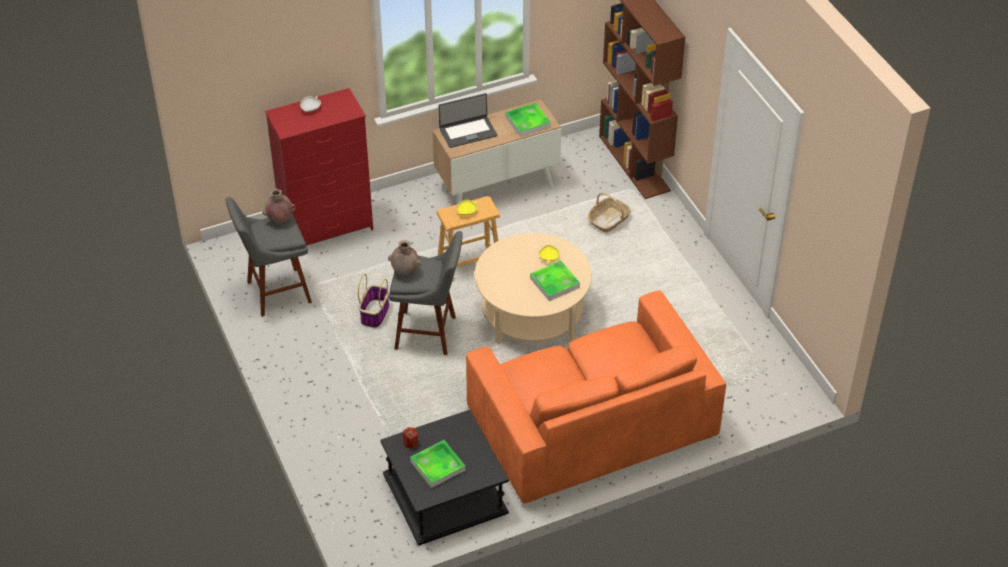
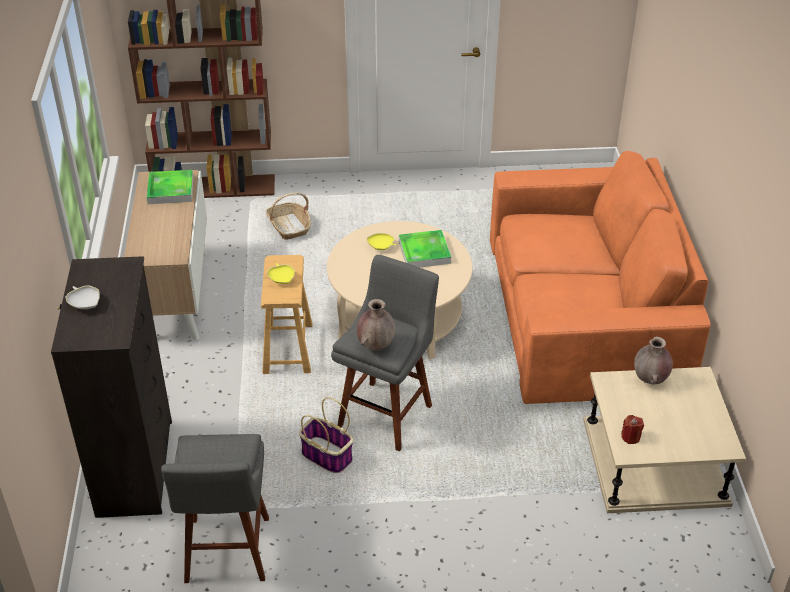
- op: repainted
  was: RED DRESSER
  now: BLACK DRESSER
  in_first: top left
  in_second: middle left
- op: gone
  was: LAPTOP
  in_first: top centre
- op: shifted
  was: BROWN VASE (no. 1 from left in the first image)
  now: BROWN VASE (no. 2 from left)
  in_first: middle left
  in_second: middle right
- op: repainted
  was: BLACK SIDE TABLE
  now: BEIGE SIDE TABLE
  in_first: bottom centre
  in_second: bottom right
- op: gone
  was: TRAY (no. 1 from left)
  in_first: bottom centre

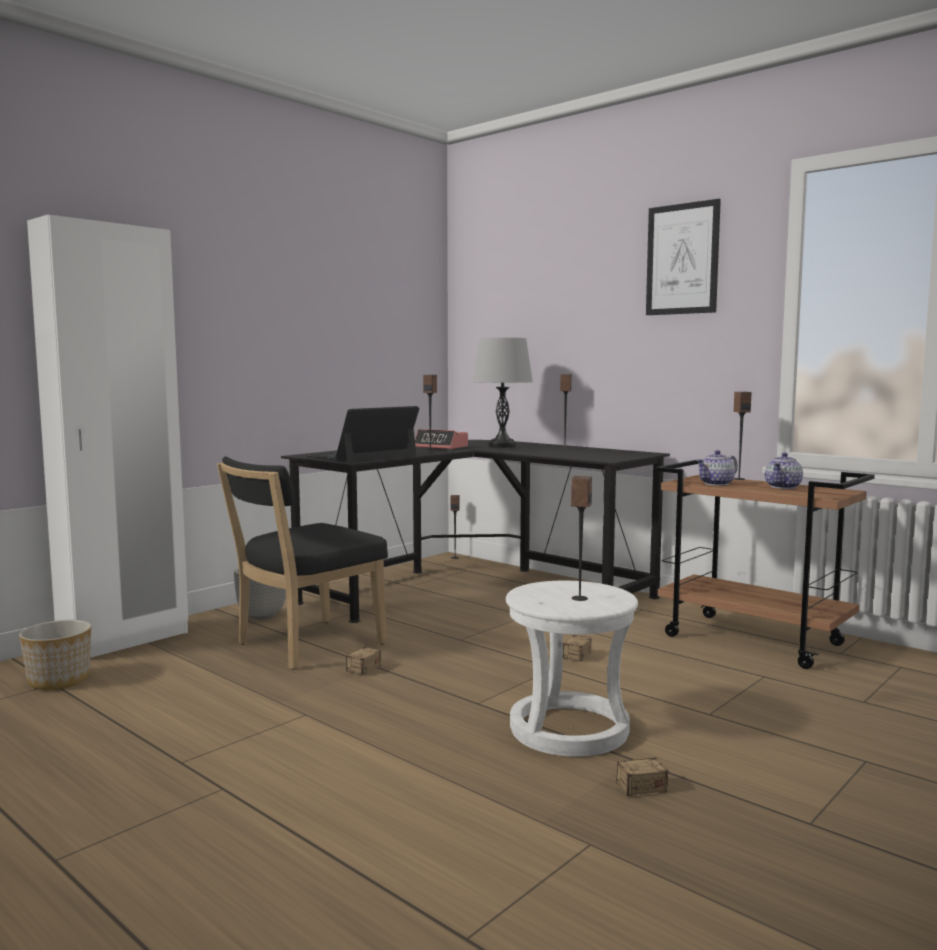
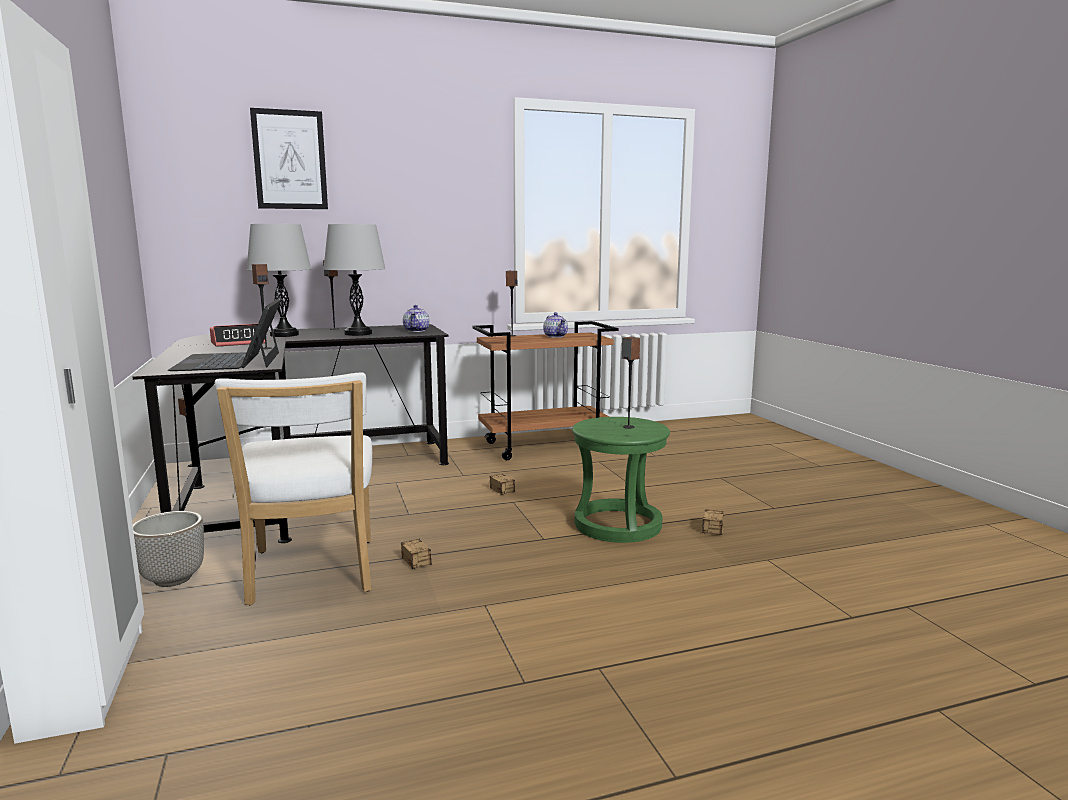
- op: shifted
  was: PICTURE
  in_first: top right
  in_second: top left
- op: shifted
  was: TEAPOT (no. 1 from left)
  in_first: middle right
  in_second: centre
- op: repainted
  was: BLACK CHAIR
  now: WHITE CHAIR
  in_first: middle left
  in_second: middle left
- op: repainted
  was: WHITE STOOL
  now: GREEN STOOL
  in_first: bottom centre
  in_second: centre
- op: gone
  was: PLANTER (no. 1 from left)
  in_first: bottom left
- op: new
  now: GREY TABLE LAMP (no. 2 from left)
  in_second: middle left

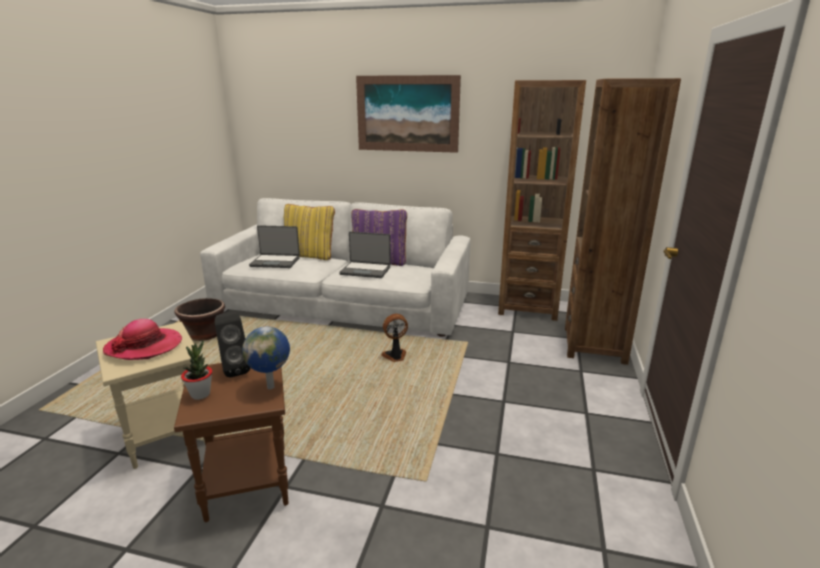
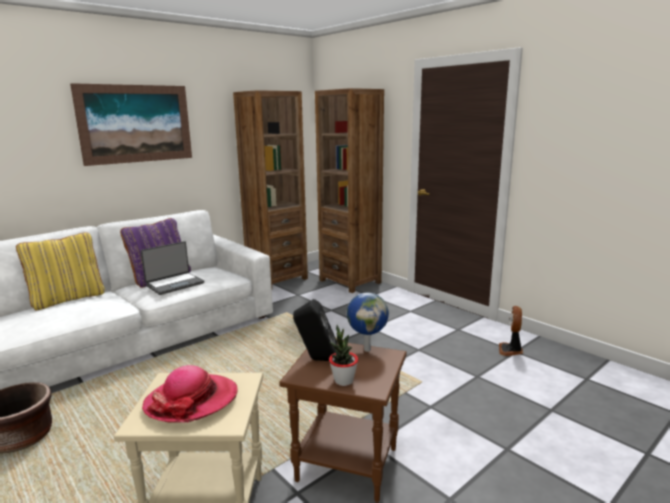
- op: gone
  was: LAPTOP (no. 1 from left)
  in_first: centre
- op: shifted
  was: FAN
  in_first: centre
  in_second: middle right

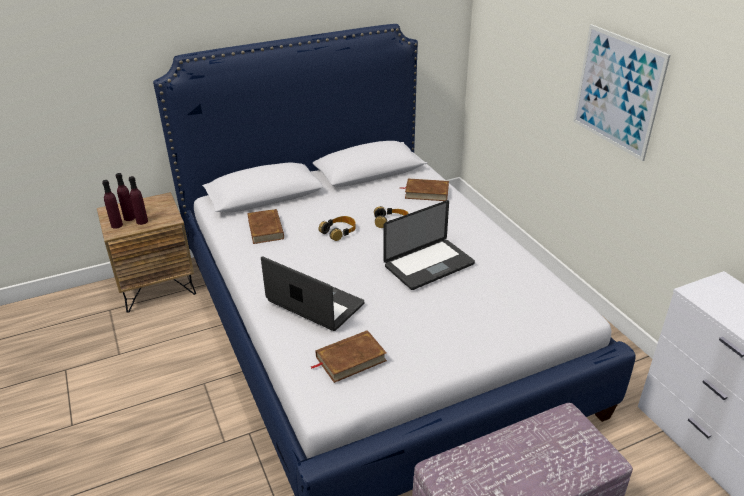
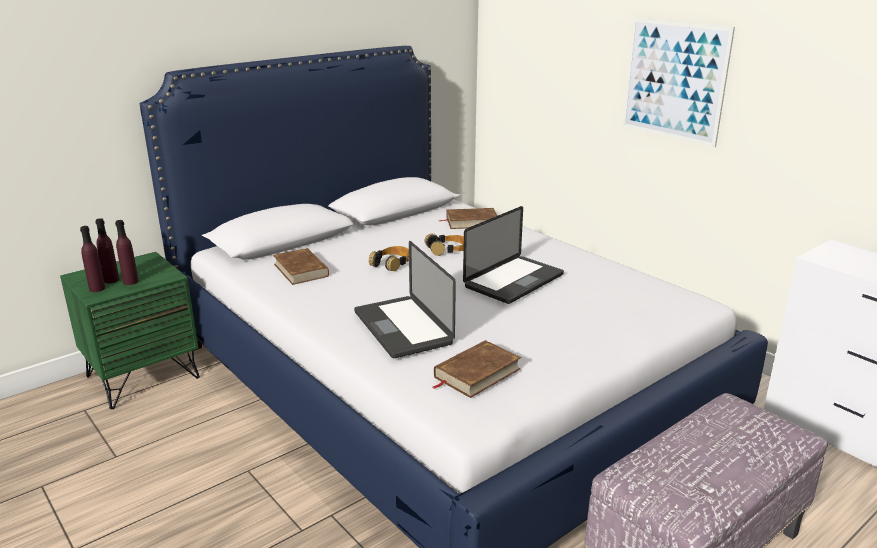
- op: repainted
  was: BROWN NIGHTSTAND
  now: GREEN NIGHTSTAND
  in_first: middle left
  in_second: middle left
- op: rotated
  was: LAPTOP (no. 1 from left)
  in_first: centre
  in_second: centre
  clockwise: -135

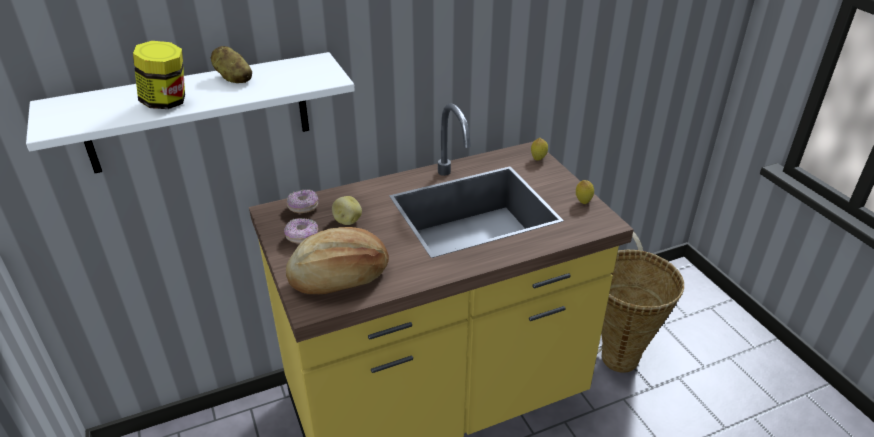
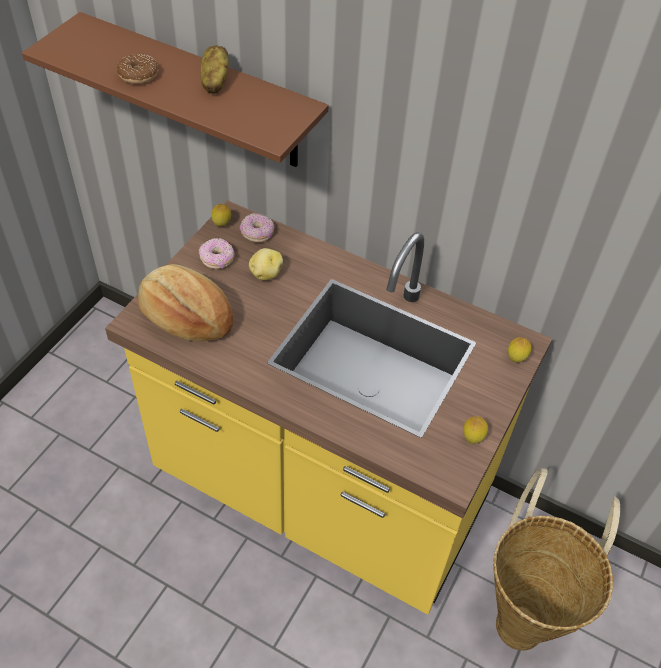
- op: swapped
  was: JAR
  now: DONUT (no. 1 from left)
  in_first: top left
  in_second: top left
- op: repainted
  was: WHITE SHELF
  now: BROWN SHELF
  in_first: top left
  in_second: top left
- op: new
  now: LEMON (no. 1 from left)
  in_second: top centre

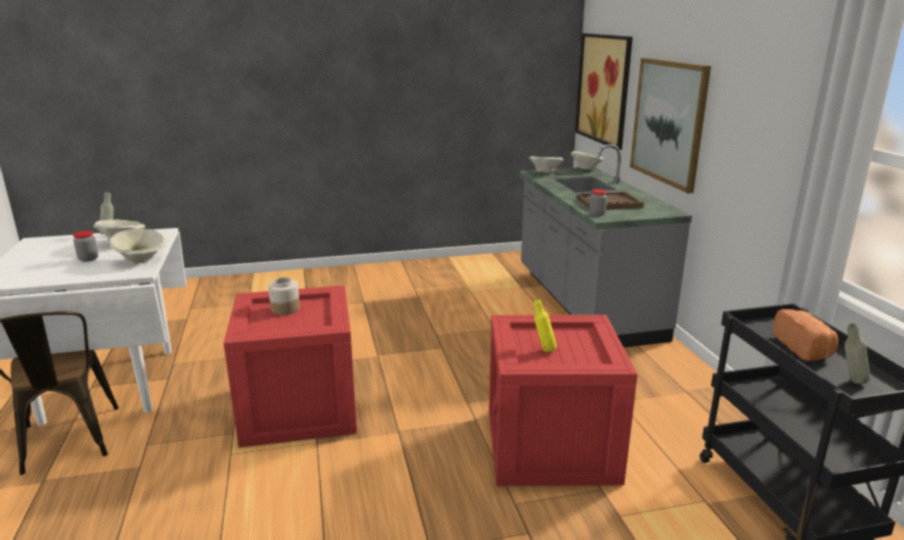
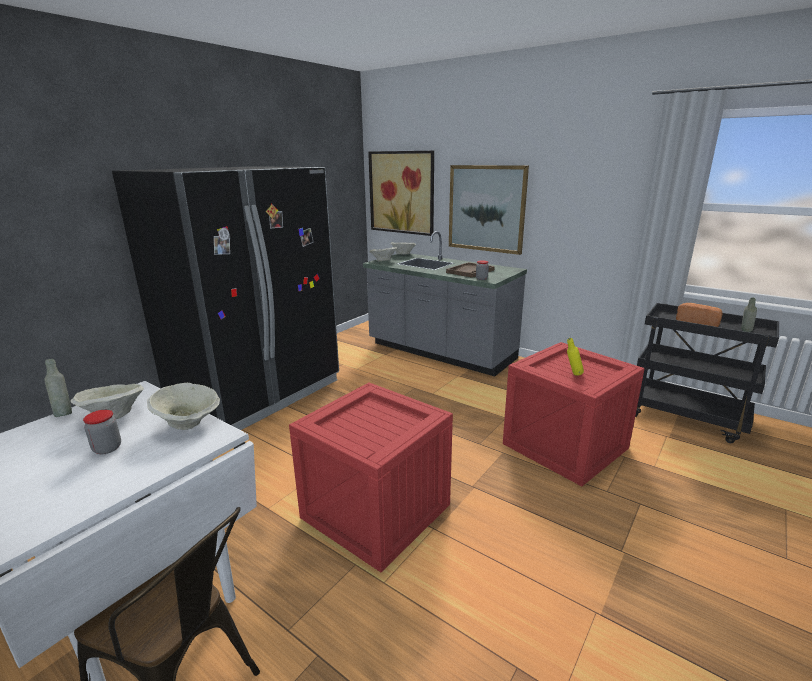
- op: gone
  was: JAR (no. 2 from left)
  in_first: middle left
- op: new
  now: BLACK FRIDGE
  in_second: middle left

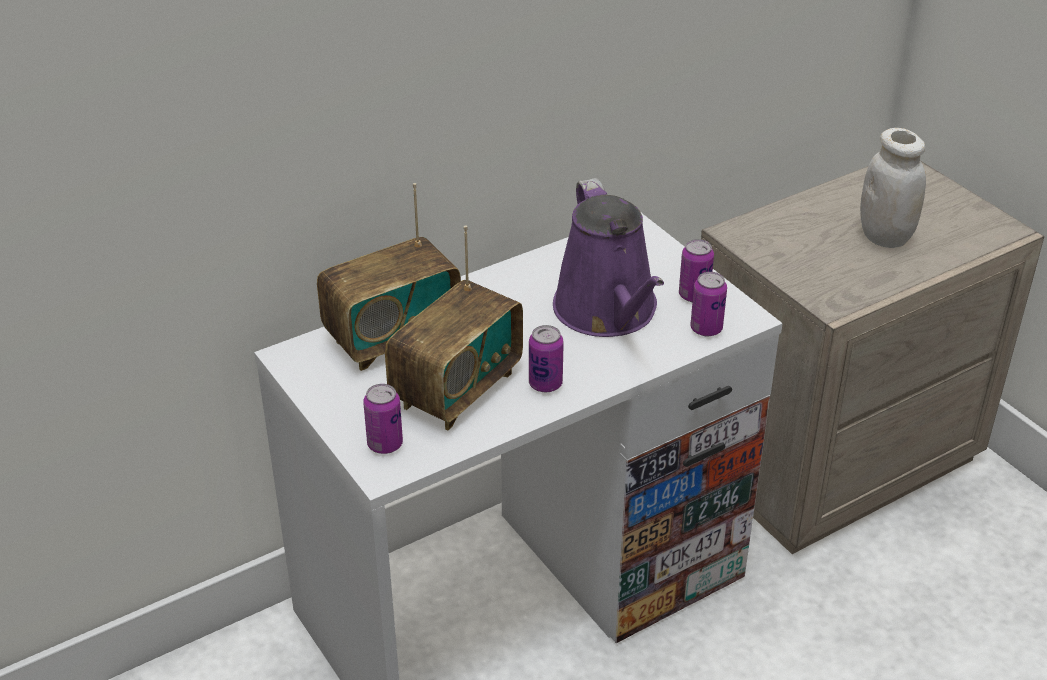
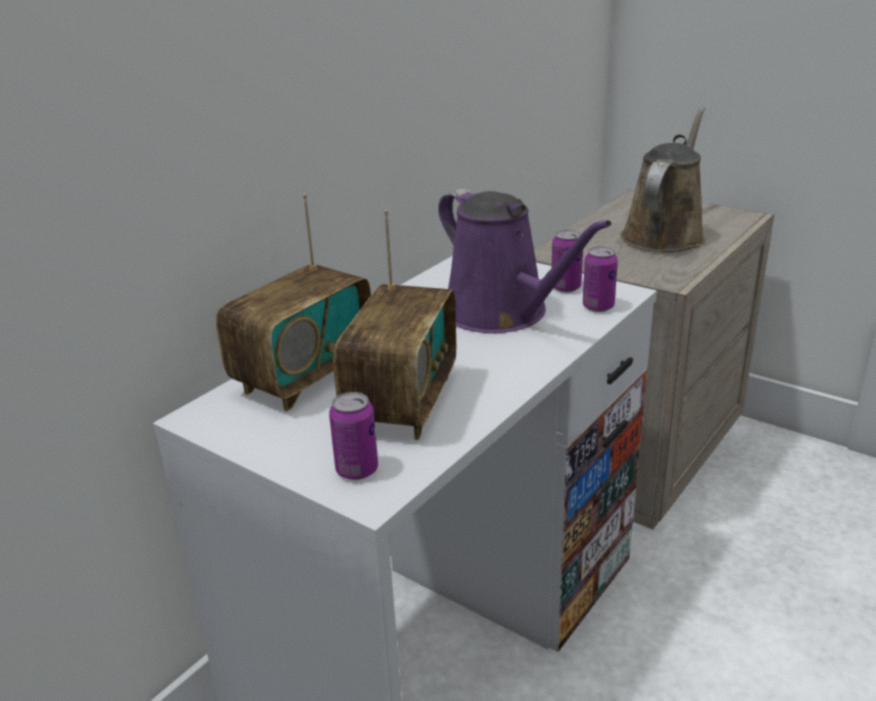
- op: swapped
  was: WHITE JAR
  now: BROWN WATERING CAN
  in_first: top right
  in_second: top right
- op: gone
  was: CAN (no. 2 from left)
  in_first: centre

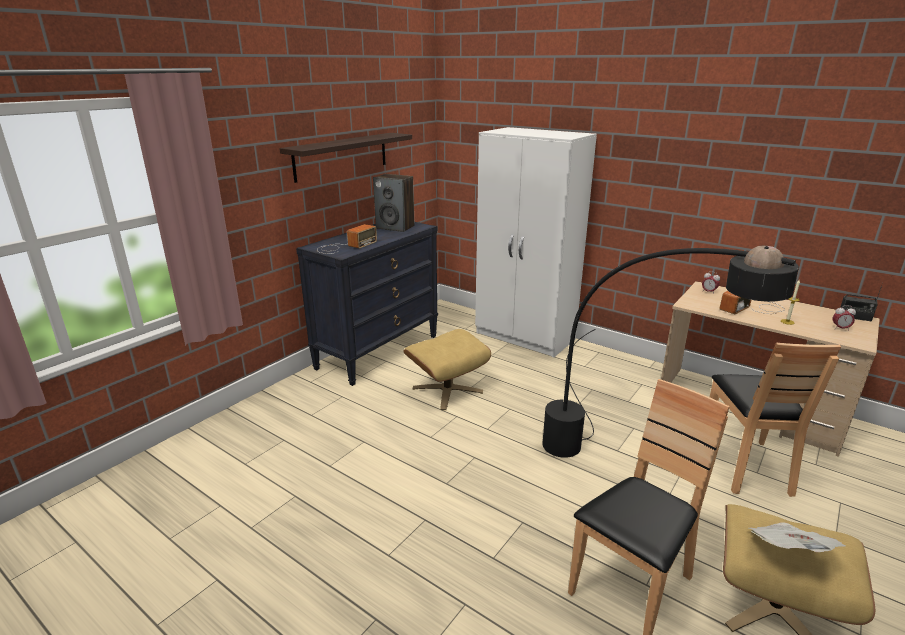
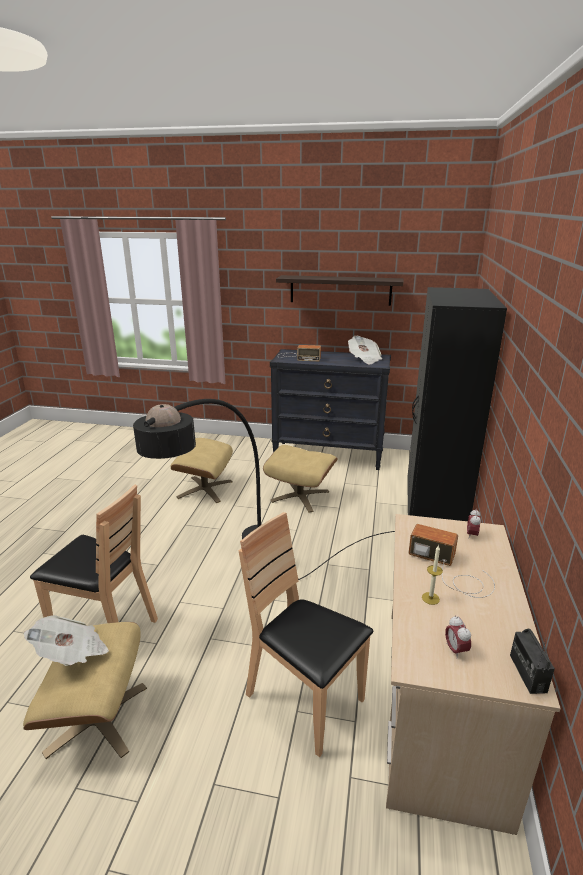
- op: repainted
  was: WHITE WARDROBE
  now: BLACK WARDROBE
  in_first: centre
  in_second: middle right
- op: swapped
  was: SPEAKER
  now: NEWSPAPER (no. 2 from left)
  in_first: top centre
  in_second: centre
- op: rotated
  was: BROWN CHAIR (no. 2 from left)
  in_first: middle right
  in_second: bottom centre
  clockwise: 60
- op: new
  now: BEIGE OTTOMAN (no. 2 from left)
  in_second: centre

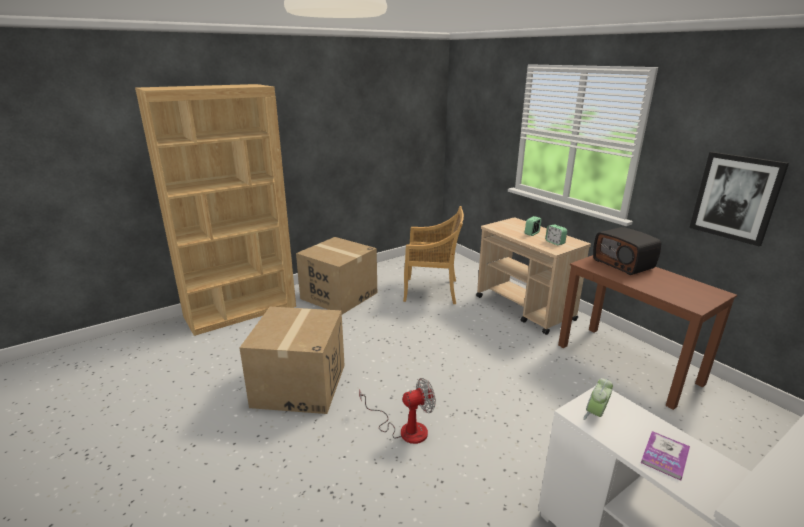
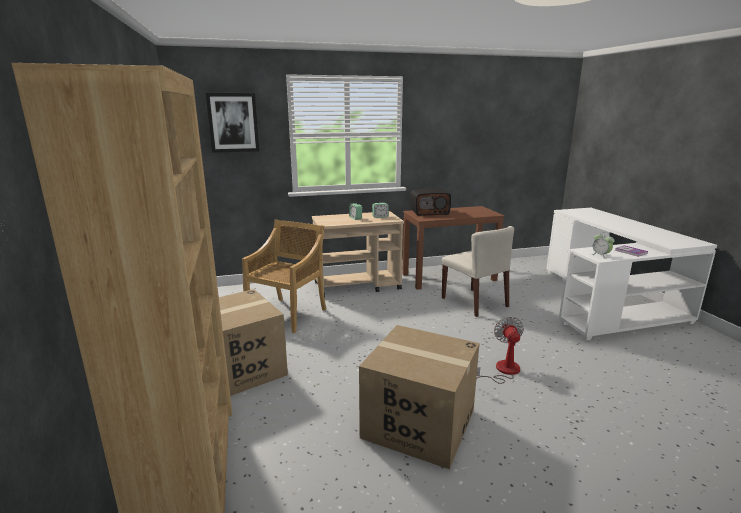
- op: shifted
  was: PICTURE
  in_first: middle right
  in_second: top left
- op: new
  now: BEIGE CHAIR (no. 2 from left)
  in_second: centre

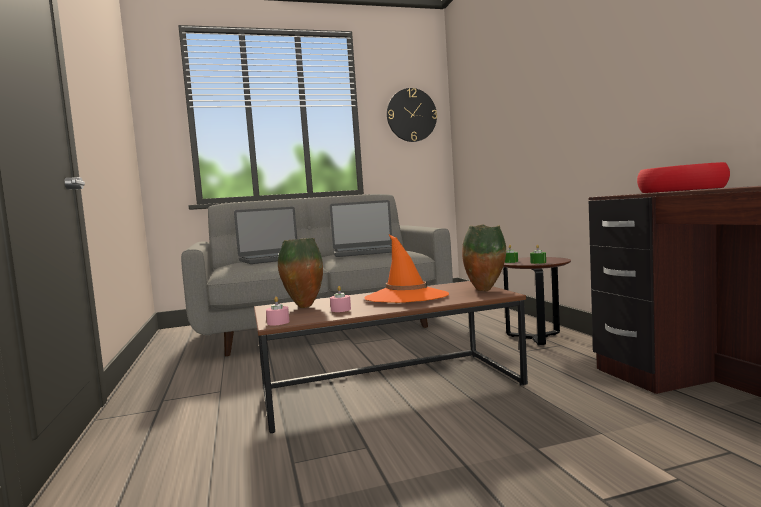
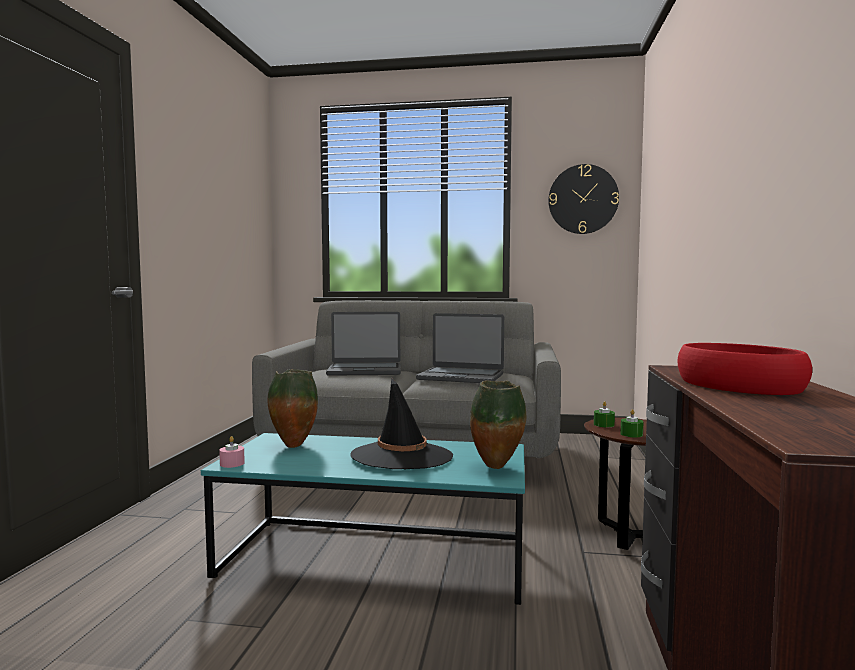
- op: repainted
  was: ORANGE HAT
  now: BLACK HAT
  in_first: centre
  in_second: centre
- op: repainted
  was: BROWN COFFEE TABLE
  now: TURQUOISE COFFEE TABLE
  in_first: bottom centre
  in_second: bottom centre
- op: gone
  was: PINK CANDLE (no. 2 from left)
  in_first: centre

